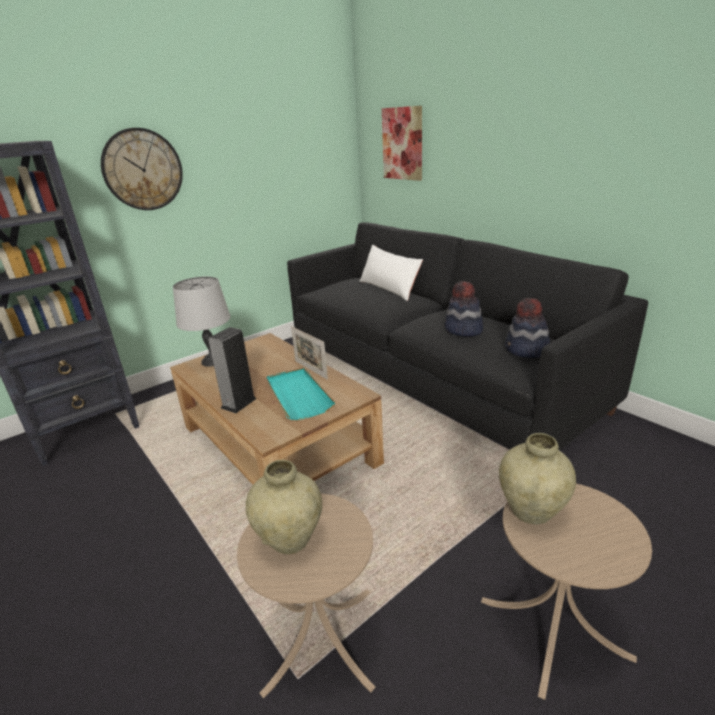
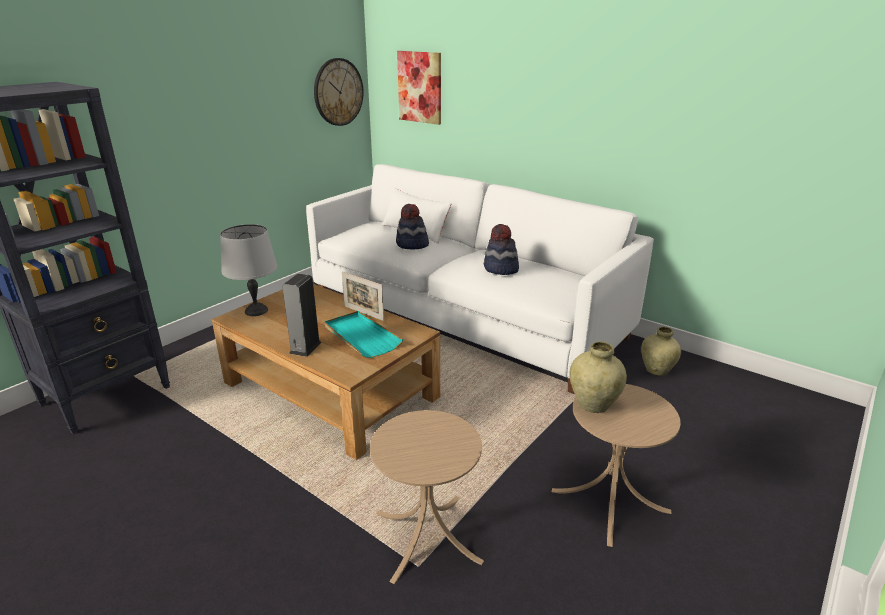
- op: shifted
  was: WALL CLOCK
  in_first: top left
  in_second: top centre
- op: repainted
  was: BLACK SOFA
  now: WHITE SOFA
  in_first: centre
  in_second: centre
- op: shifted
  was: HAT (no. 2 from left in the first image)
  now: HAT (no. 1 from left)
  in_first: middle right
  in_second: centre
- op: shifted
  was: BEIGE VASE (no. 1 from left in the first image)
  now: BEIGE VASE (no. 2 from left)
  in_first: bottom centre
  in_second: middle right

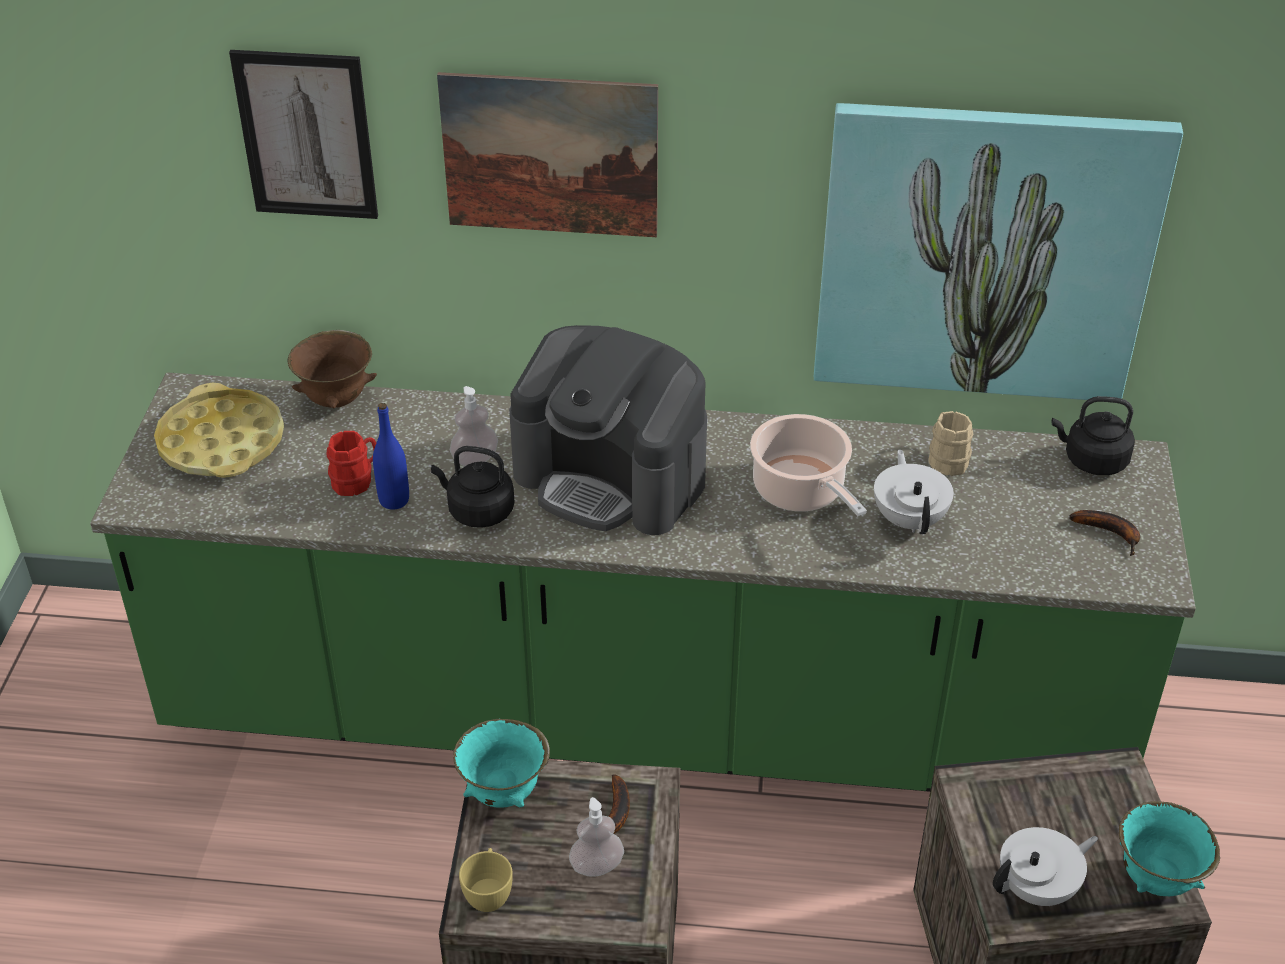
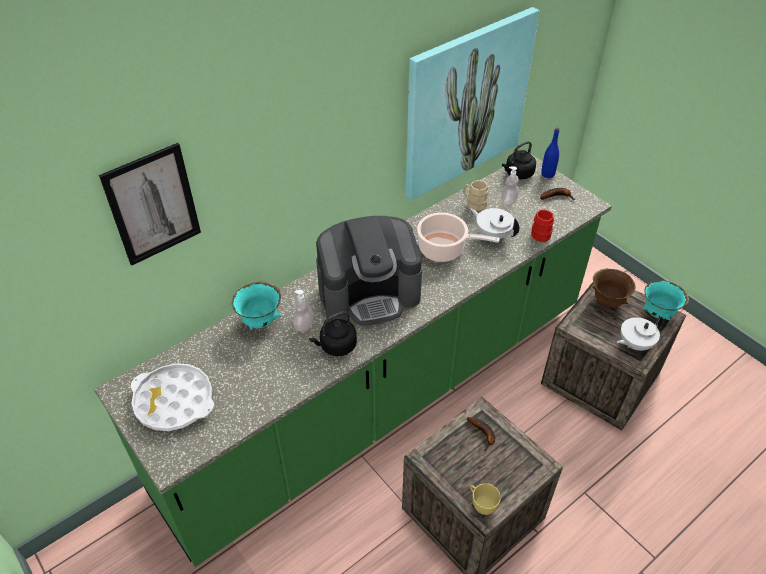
- op: gone
  was: PICTURE (no. 2 from left)
  in_first: top centre
- op: shifted
  was: BROWN BOWL
  in_first: middle left
  in_second: middle right
- op: repainted
  was: YELLOW TRAY
  now: WHITE TRAY
  in_first: middle left
  in_second: bottom left
- op: shifted
  was: BLUE BOTTLE
  in_first: middle left
  in_second: top right
- op: shifted
  was: RED MUG
  in_first: middle left
  in_second: middle right
- op: shifted
  was: TURQUOISE BOWL (no. 1 from left)
  in_first: bottom centre
  in_second: centre
- op: shifted
  was: SOAP DISPENSER (no. 2 from left)
  in_first: bottom centre
  in_second: top centre
- op: rotated
  was: WHITE TEAPOT (no. 2 from left)
  in_first: bottom right
  in_second: middle right
  clockwise: -135

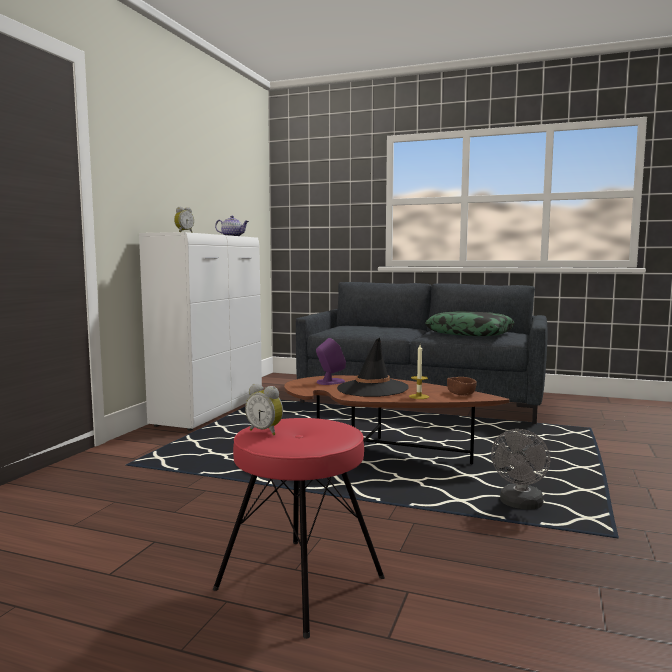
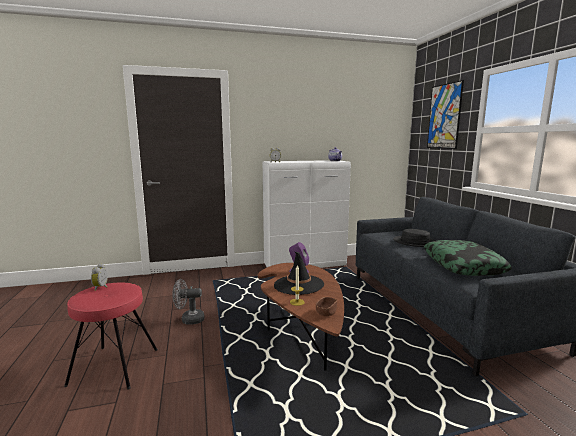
- op: shifted
  was: GREY FAN
  in_first: bottom right
  in_second: bottom left
- op: new
  now: PICTURE
  in_second: top right
- op: new
  now: BLACK HAT (no. 2 from left)
  in_second: middle right

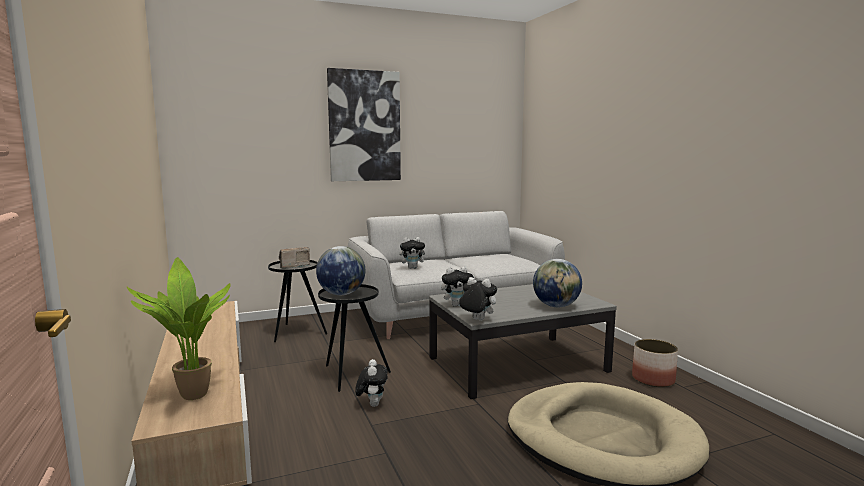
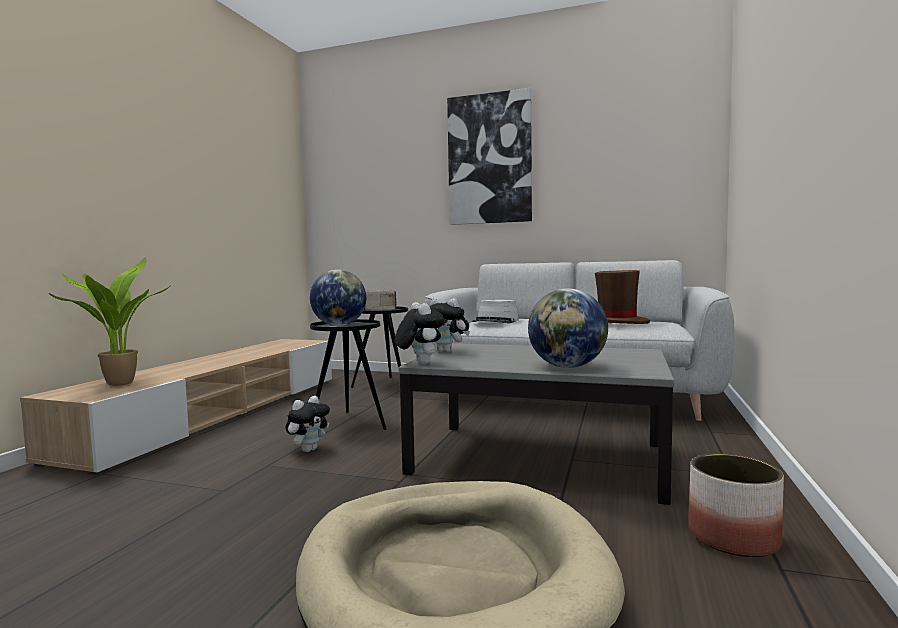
- op: swapped
  was: PLUSH TOY (no. 2 from left)
  now: GREY HAT
  in_first: centre
  in_second: centre
- op: new
  now: BROWN HAT
  in_second: middle right

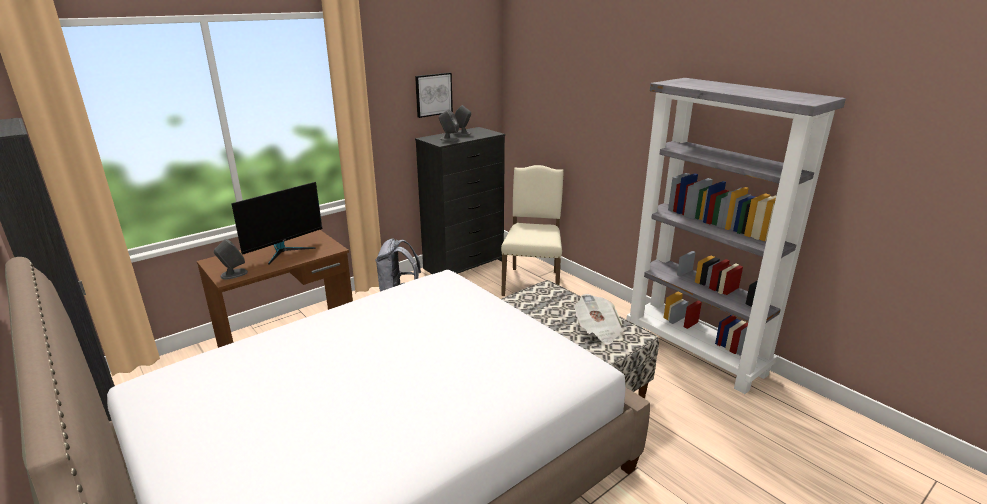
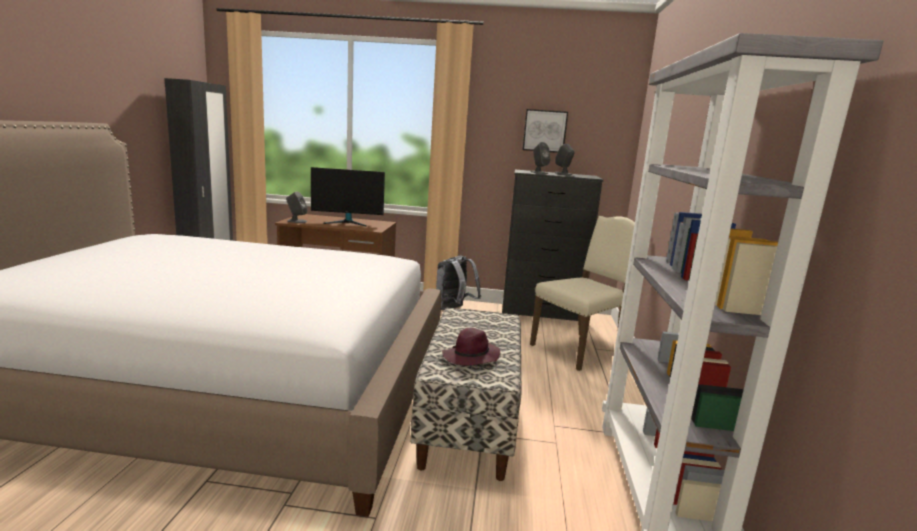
- op: swapped
  was: NEWSPAPER
  now: PURPLE HAT
  in_first: centre
  in_second: centre

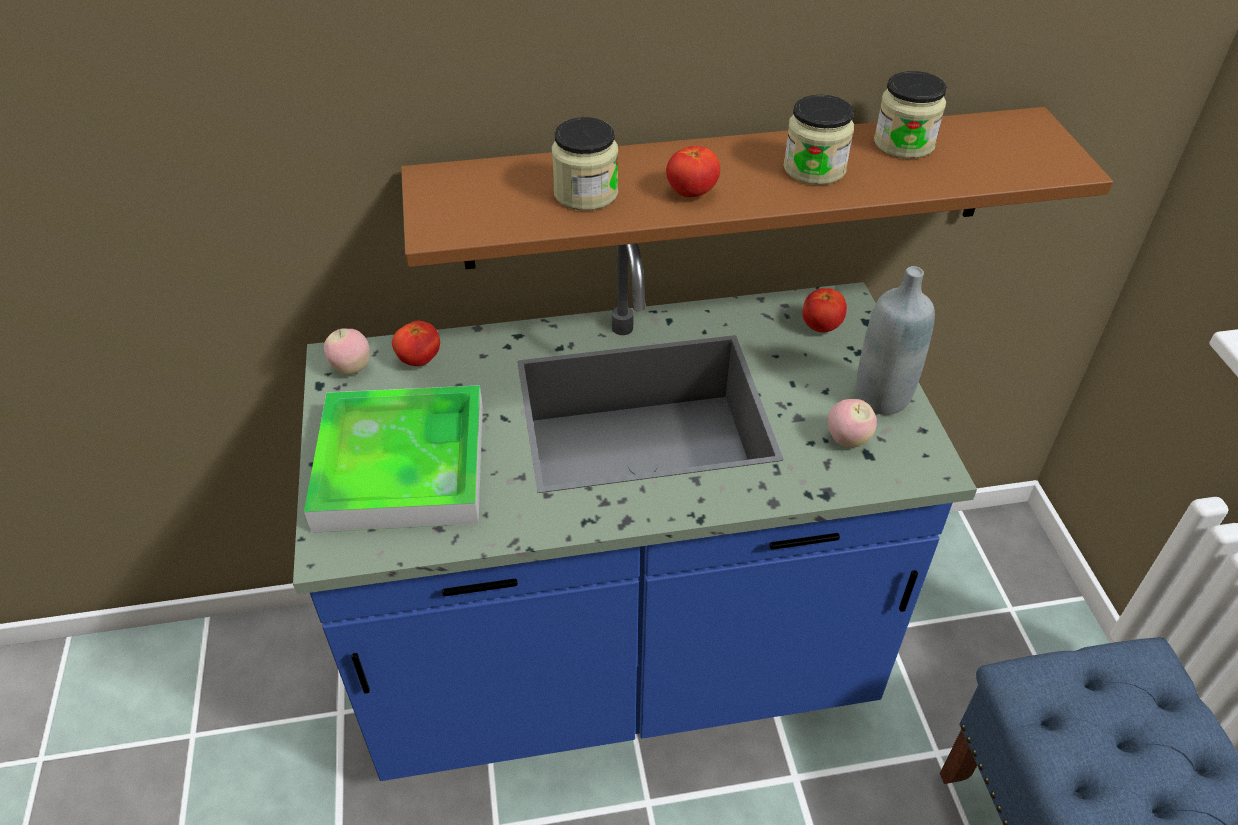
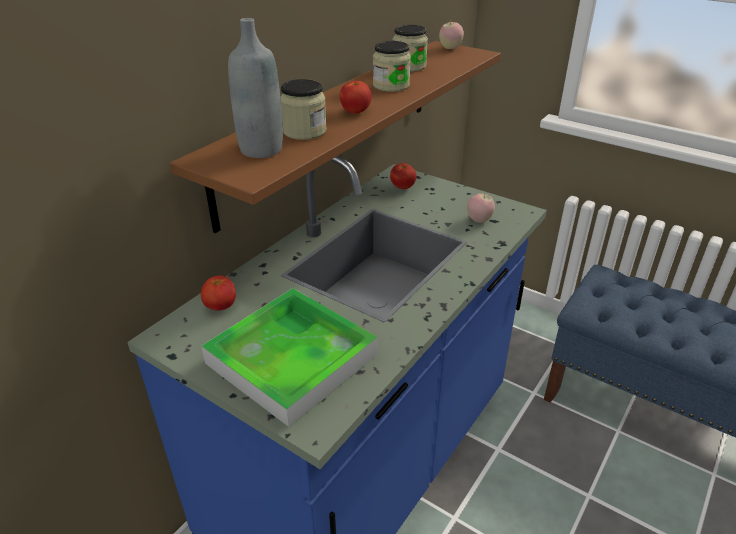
- op: shifted
  was: GREY BOTTLE
  in_first: middle right
  in_second: top centre
- op: shifted
  was: APPLE (no. 1 from left)
  in_first: middle left
  in_second: top centre

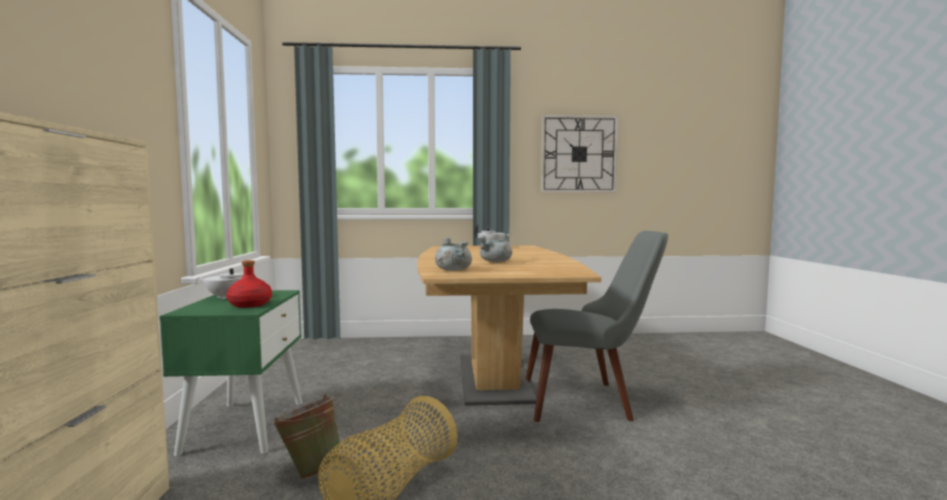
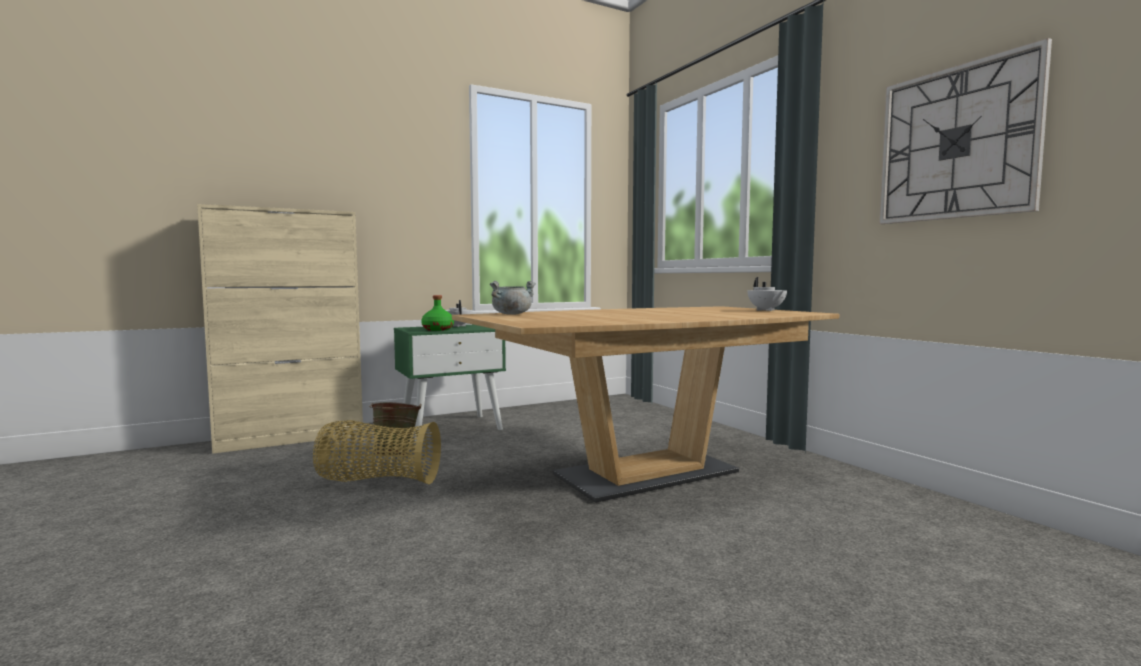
- op: gone
  was: GREY CHAIR
  in_first: centre
- op: gone
  was: GREY COOKING POT (no. 2 from left)
  in_first: centre
- op: repainted
  was: RED BOTTLE
  now: GREEN BOTTLE
  in_first: middle left
  in_second: centre

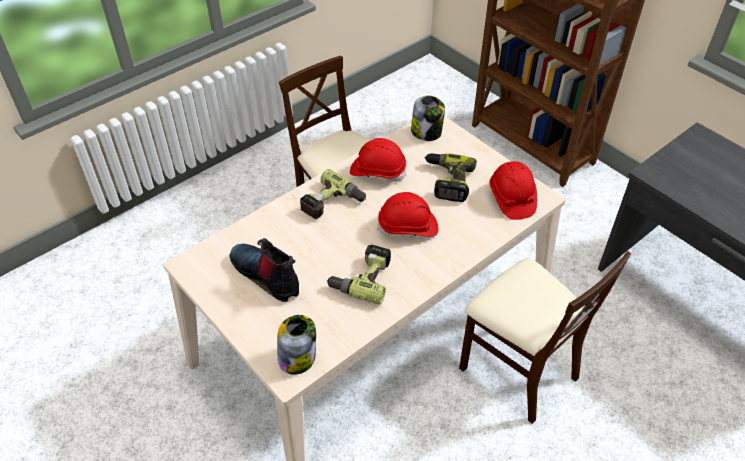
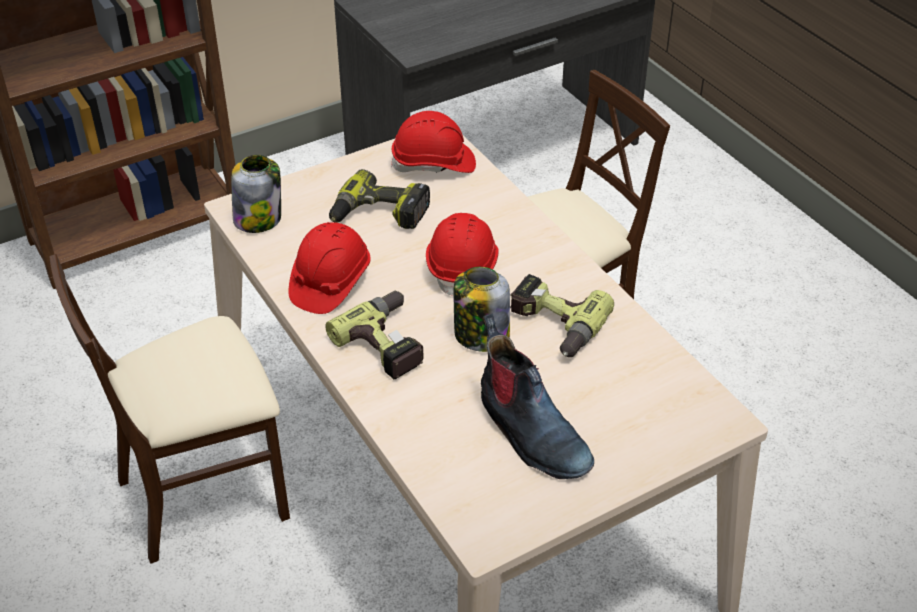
- op: rotated
  was: BOOT
  in_first: centre
  in_second: centre
  clockwise: -90
- op: shifted
  was: JAR (no. 1 from left in the first image)
  now: JAR (no. 2 from left)
  in_first: bottom centre
  in_second: centre

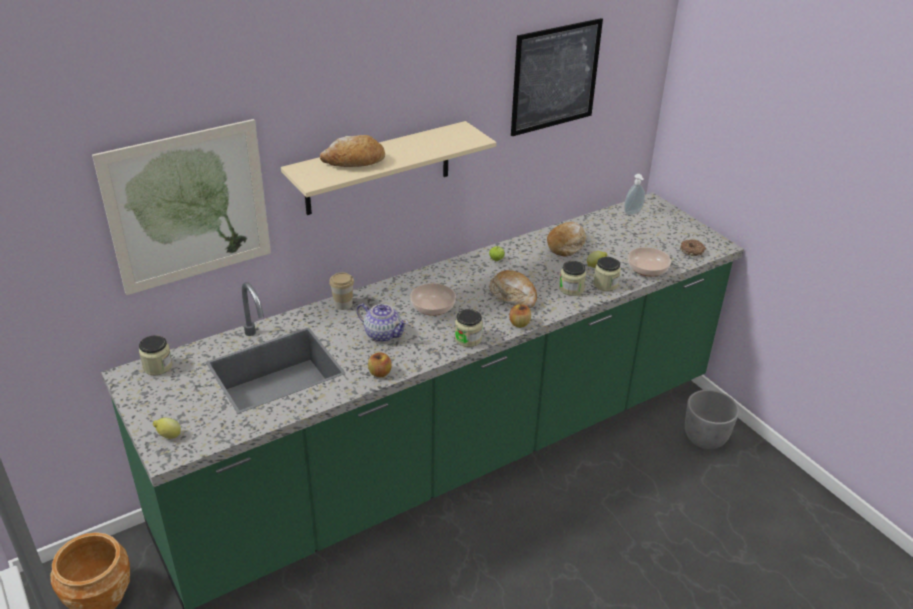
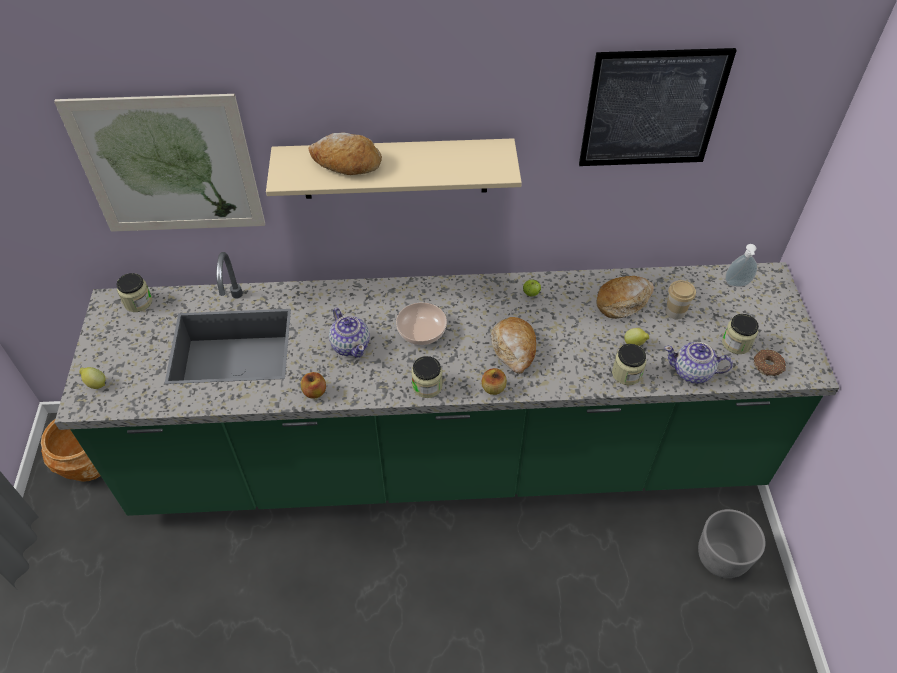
- op: swapped
  was: BOWL (no. 2 from left)
  now: TEAPOT (no. 2 from left)
  in_first: middle right
  in_second: middle right
- op: shifted
  was: JAR (no. 3 from left in the first image)
  now: JAR (no. 4 from left)
  in_first: centre
  in_second: middle right
- op: shifted
  was: CUP
  in_first: centre
  in_second: middle right

